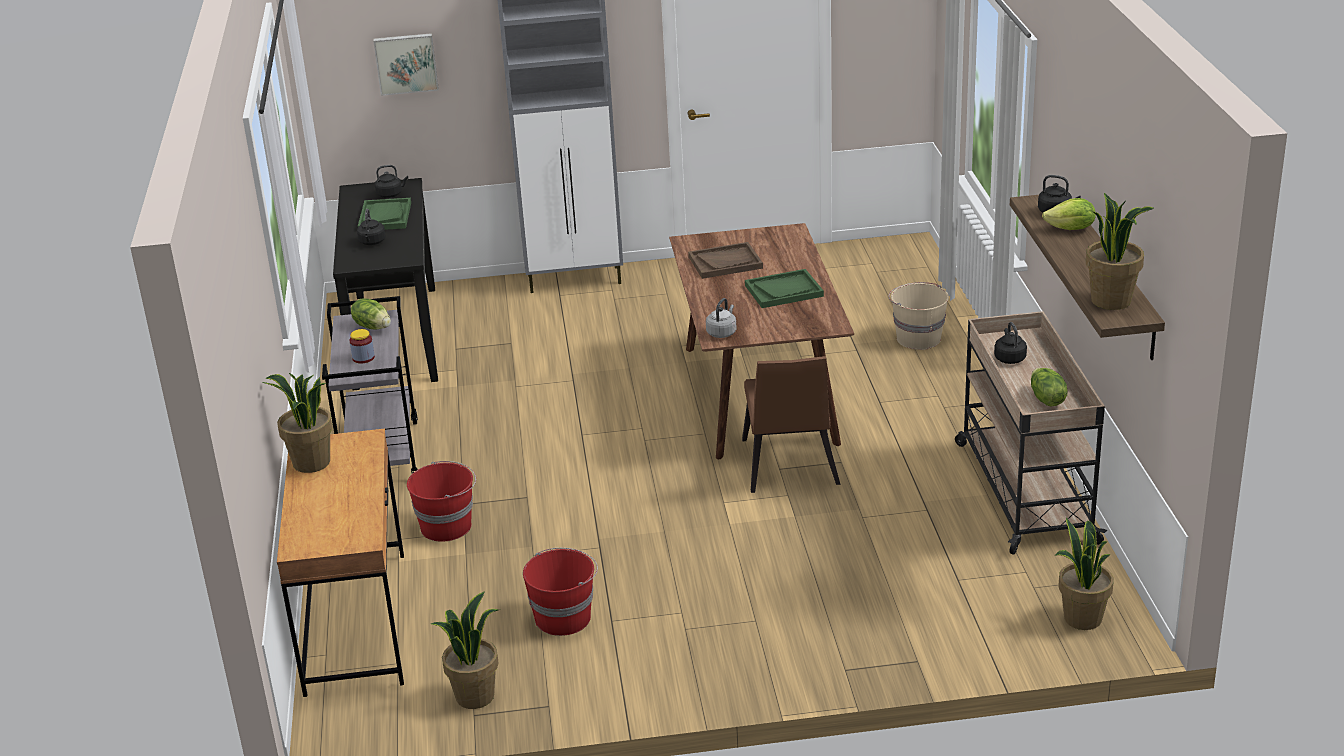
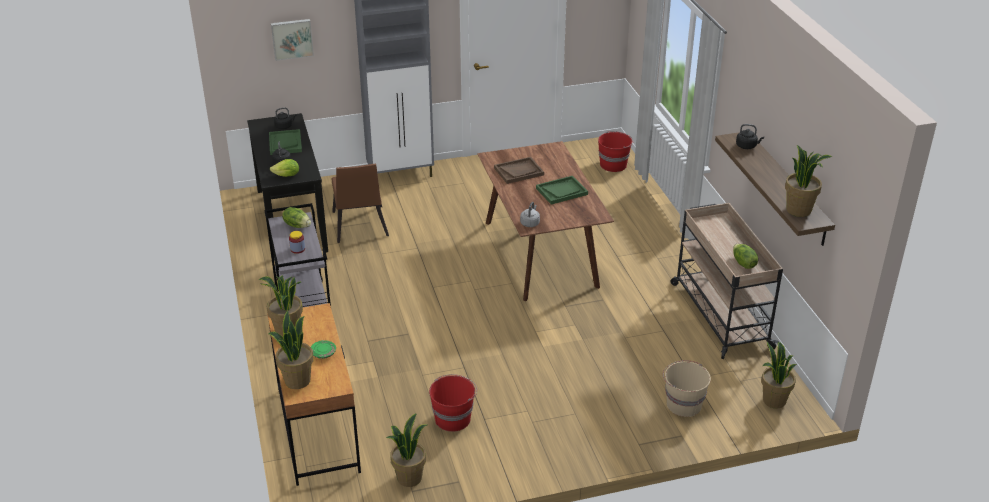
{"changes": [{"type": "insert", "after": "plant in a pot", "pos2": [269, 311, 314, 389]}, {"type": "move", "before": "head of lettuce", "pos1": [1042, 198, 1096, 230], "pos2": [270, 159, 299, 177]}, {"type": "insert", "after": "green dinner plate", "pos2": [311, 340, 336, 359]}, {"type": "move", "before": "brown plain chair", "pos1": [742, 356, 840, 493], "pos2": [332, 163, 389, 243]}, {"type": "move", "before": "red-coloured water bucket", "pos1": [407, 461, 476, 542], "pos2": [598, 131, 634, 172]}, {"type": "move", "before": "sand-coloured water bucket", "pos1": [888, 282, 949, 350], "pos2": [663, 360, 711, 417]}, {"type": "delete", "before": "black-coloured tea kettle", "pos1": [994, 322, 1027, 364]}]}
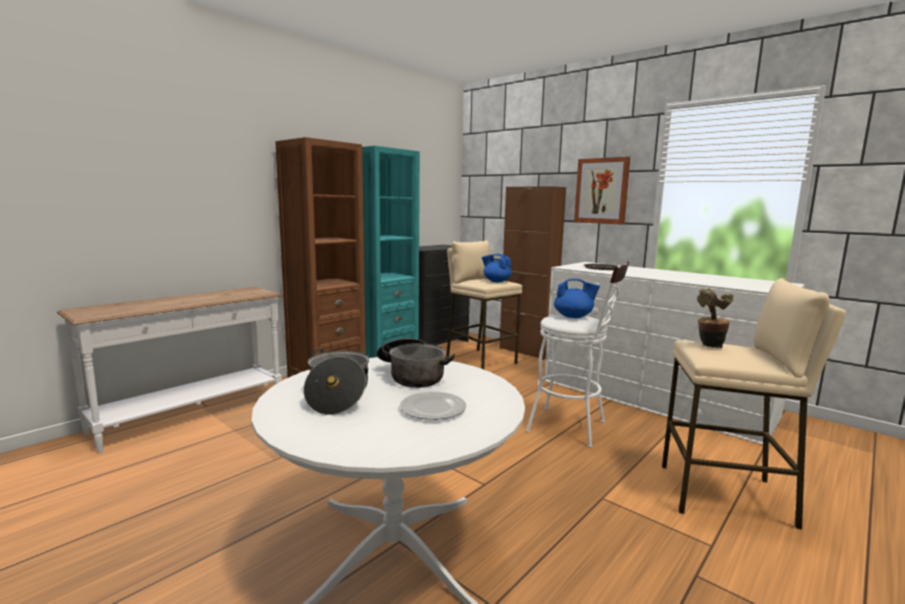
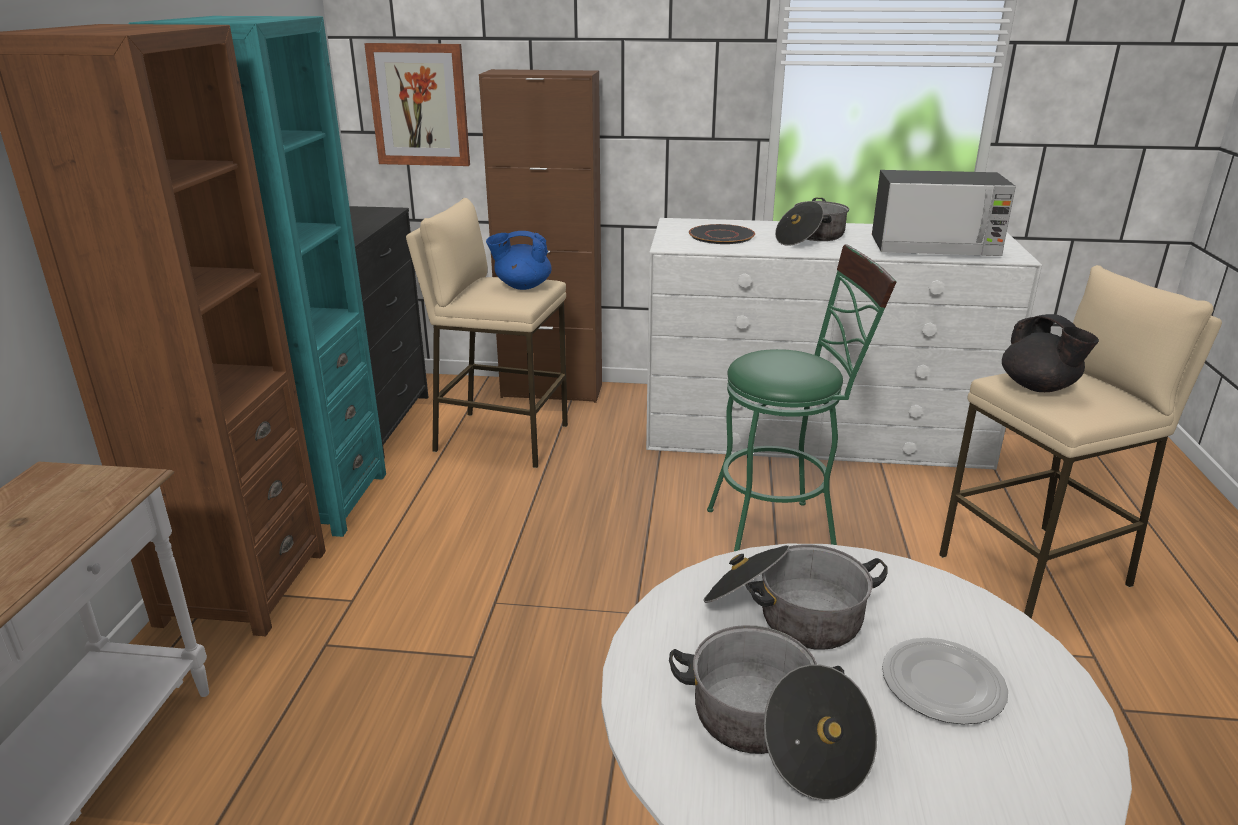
{"changes": [{"type": "move", "before": "wall picture", "pos1": [574, 157, 630, 225], "pos2": [364, 43, 470, 166]}, {"type": "recolor", "before": "white stool", "after": "green stool", "pos1": [526, 260, 630, 448], "pos2": [707, 244, 897, 551]}, {"type": "insert", "after": "stockpot", "pos2": [775, 198, 849, 246]}, {"type": "insert", "after": "microwave", "pos2": [872, 170, 1016, 256]}, {"type": "replace", "before": "plant in a pot", "after": "black-coloured teapot", "pos1": [697, 288, 733, 348], "pos2": [1002, 314, 1099, 392]}, {"type": "delete", "before": "bluish teapot", "pos1": [554, 278, 600, 318]}]}
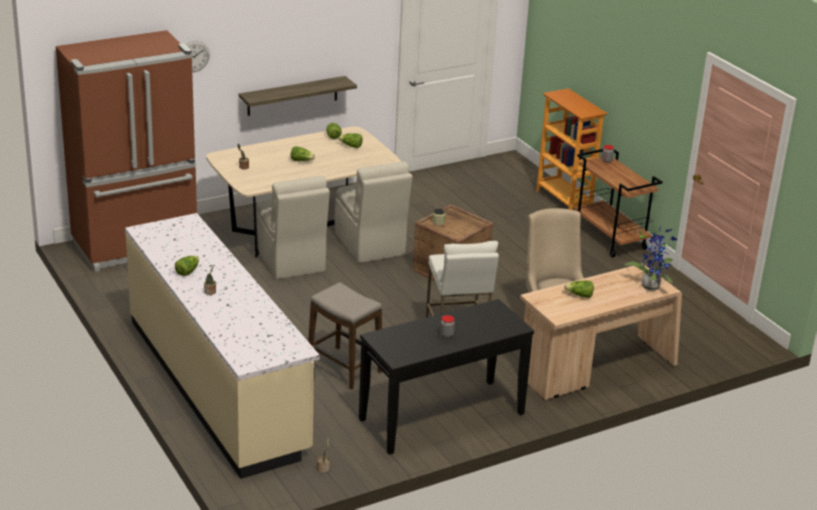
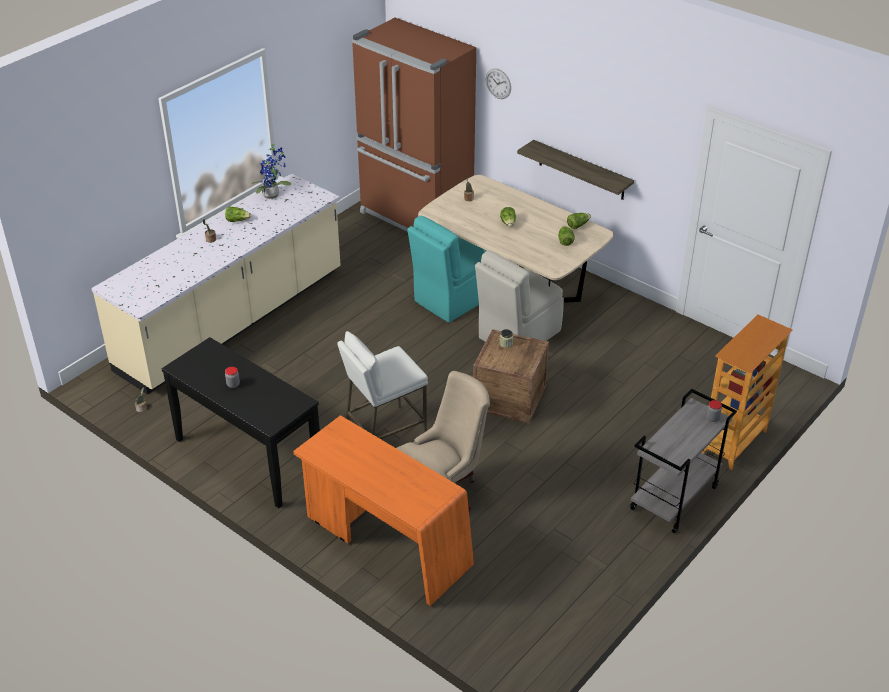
{"changes": [{"type": "move", "before": "plant in a pot", "pos1": [625, 226, 677, 291], "pos2": [251, 143, 291, 199]}, {"type": "recolor", "before": "sand-coloured desk unit", "after": "orange-coloured desk unit", "pos1": [520, 263, 682, 400], "pos2": [293, 415, 474, 606]}, {"type": "recolor", "before": "sand-coloured plain chair", "after": "blue-green plain chair", "pos1": [256, 176, 330, 279], "pos2": [408, 216, 487, 323]}, {"type": "recolor", "before": "brown trolley", "after": "grey trolley", "pos1": [574, 149, 663, 258], "pos2": [630, 389, 737, 533]}, {"type": "delete", "before": "stool", "pos1": [308, 282, 382, 390]}, {"type": "delete", "before": "head of lettuce", "pos1": [564, 280, 594, 298]}]}
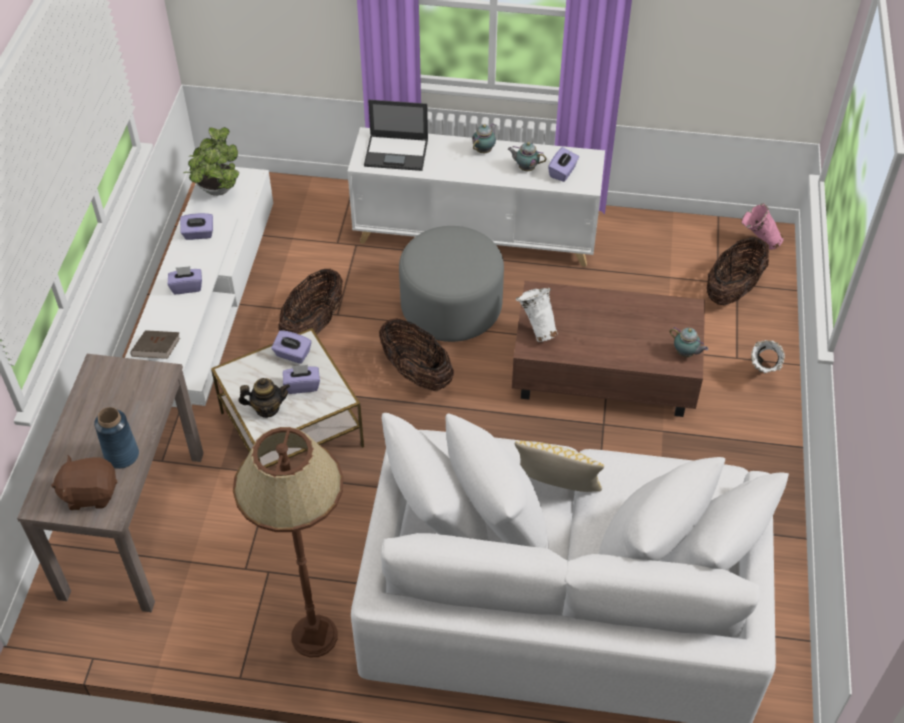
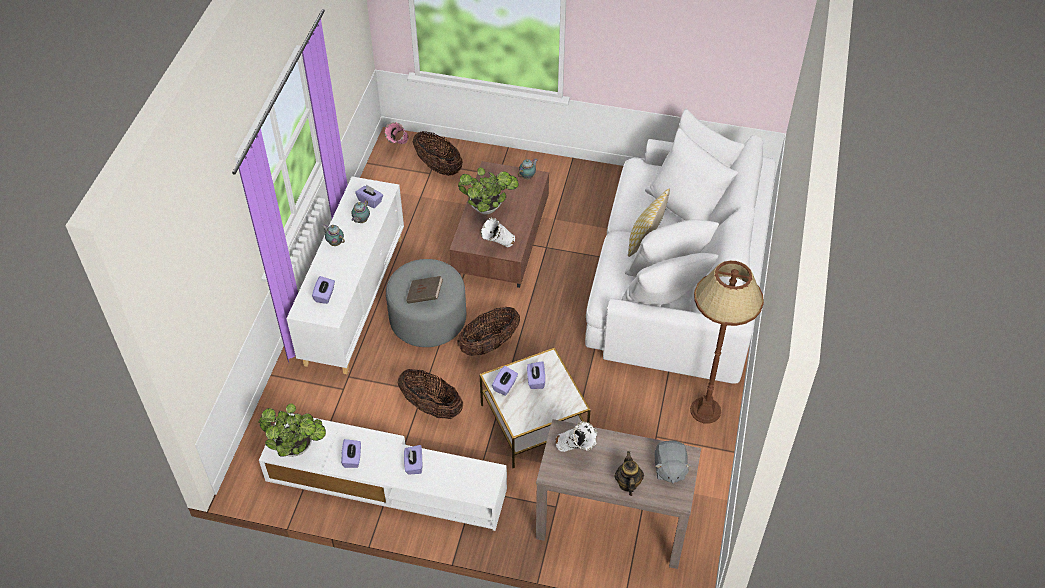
{"changes": [{"type": "replace", "before": "portable computer", "after": "purple-coloured tissue holder", "pos1": [364, 100, 428, 171], "pos2": [312, 276, 335, 304]}, {"type": "move", "before": "brown bound book", "pos1": [131, 330, 180, 359], "pos2": [406, 276, 443, 304]}, {"type": "insert", "after": "plant in a pot", "pos2": [458, 167, 519, 215]}, {"type": "move", "before": "white vase", "pos1": [751, 340, 785, 373], "pos2": [555, 422, 597, 452]}, {"type": "move", "before": "teapot", "pos1": [239, 378, 290, 418], "pos2": [615, 451, 644, 496]}, {"type": "recolor", "before": "brown soft toy", "after": "grey soft toy", "pos1": [51, 455, 118, 510], "pos2": [655, 440, 691, 483]}, {"type": "delete", "before": "bluish vase", "pos1": [94, 407, 139, 469]}]}
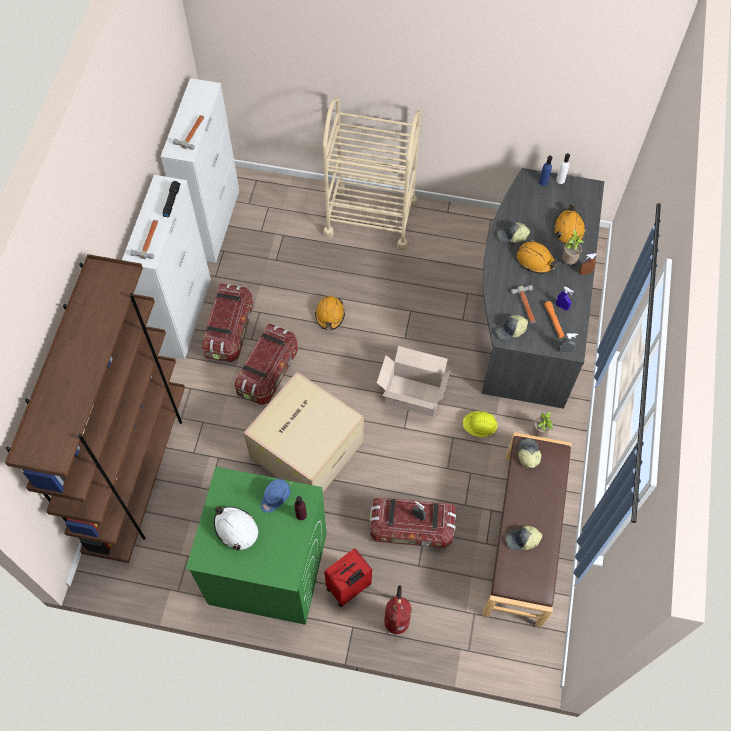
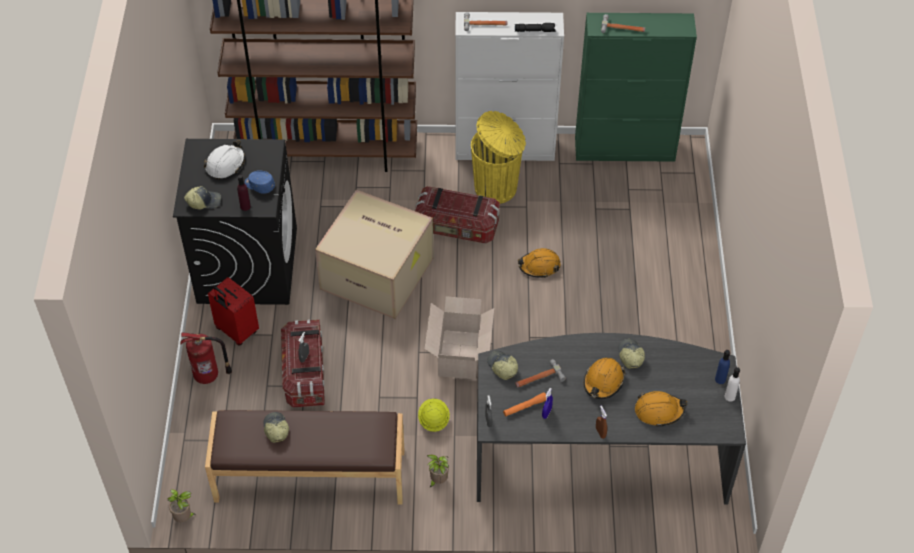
{"changes": [{"type": "move", "before": "plant in a pot", "pos1": [562, 229, 584, 265], "pos2": [167, 489, 196, 522]}, {"type": "recolor", "before": "green laundry machine", "after": "black-coloured laundry machine", "pos1": [186, 467, 326, 625], "pos2": [173, 139, 297, 305]}, {"type": "move", "before": "baseball cap", "pos1": [518, 438, 541, 468], "pos2": [184, 186, 221, 210]}, {"type": "replace", "before": "storage box", "after": "yellow rubbish bin", "pos1": [202, 284, 253, 362], "pos2": [471, 111, 526, 204]}, {"type": "recolor", "before": "white storage cabinet", "after": "green storage cabinet", "pos1": [160, 78, 239, 263], "pos2": [575, 13, 697, 162]}, {"type": "delete", "before": "sand-coloured trolley", "pos1": [323, 97, 421, 251]}]}
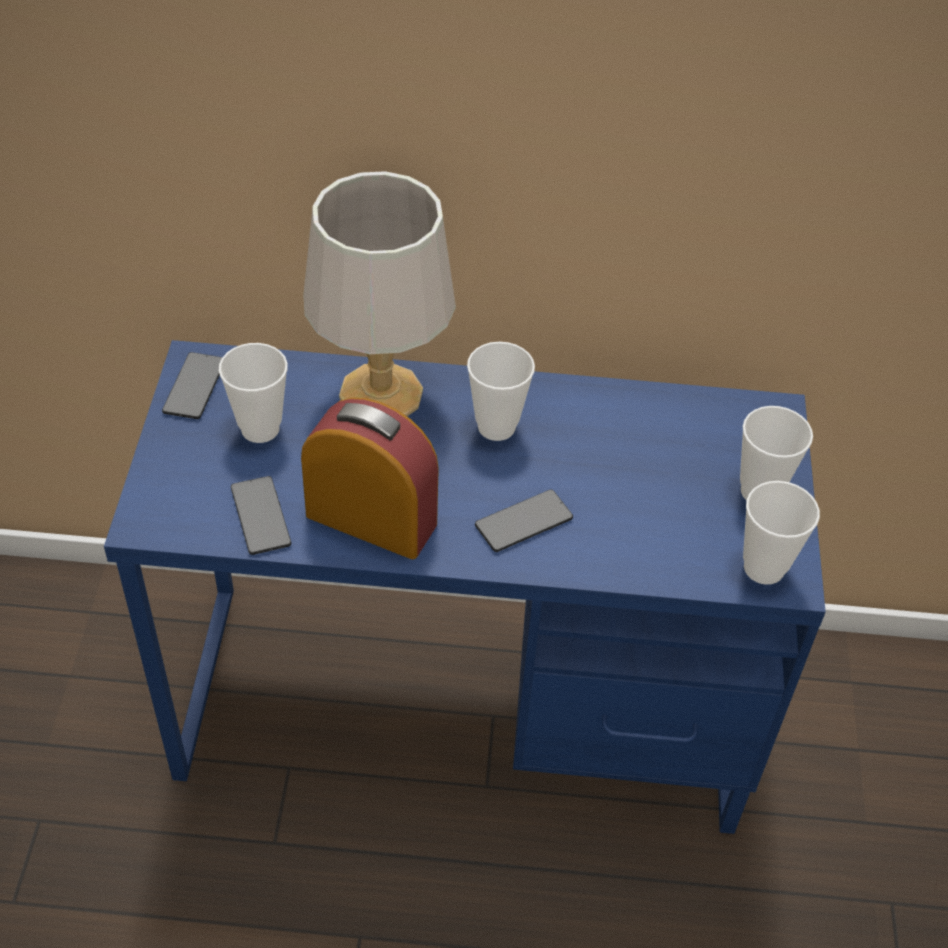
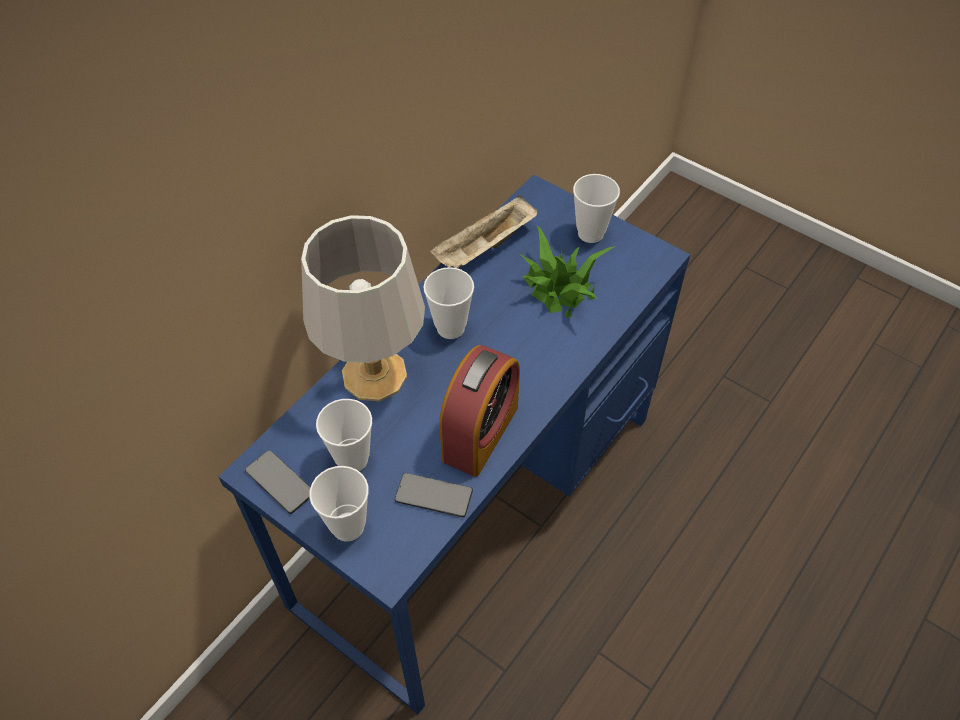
{"changes": [{"type": "move", "before": "drinking cup", "pos1": [743, 481, 820, 585], "pos2": [309, 466, 369, 542]}, {"type": "insert", "after": "sand-coloured serving tray", "pos2": [430, 195, 538, 269]}, {"type": "rotate", "before": "table clock", "pos1": [301, 398, 439, 559], "pos2": [439, 345, 520, 477], "turn": 150}, {"type": "insert", "after": "plant in a pot", "pos2": [521, 225, 616, 318]}, {"type": "delete", "before": "telephone", "pos1": [475, 489, 573, 552]}]}
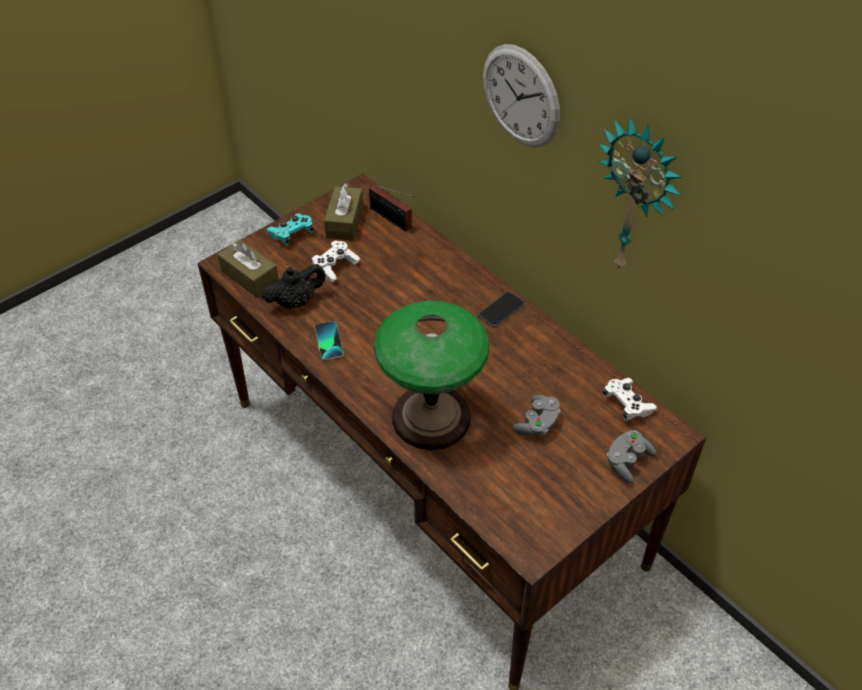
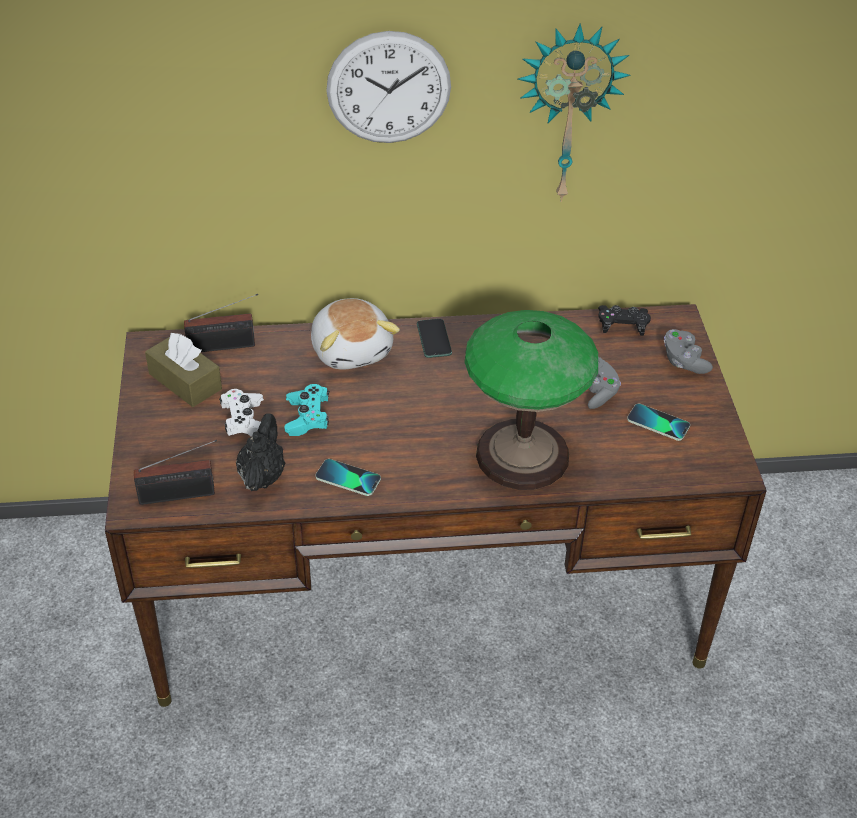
{"changes": [{"type": "replace", "before": "brown tissue holder", "after": "radio set", "pos1": [217, 239, 279, 298], "pos2": [134, 440, 217, 505]}, {"type": "move", "before": "blue-green game controller", "pos1": [267, 213, 314, 246], "pos2": [284, 384, 329, 436]}, {"type": "insert", "after": "soft toy", "pos2": [311, 298, 400, 370]}, {"type": "recolor", "before": "white game controller", "after": "black-coloured game controller", "pos1": [603, 378, 657, 421], "pos2": [598, 305, 651, 336]}, {"type": "insert", "after": "telephone", "pos2": [627, 404, 690, 441]}]}
